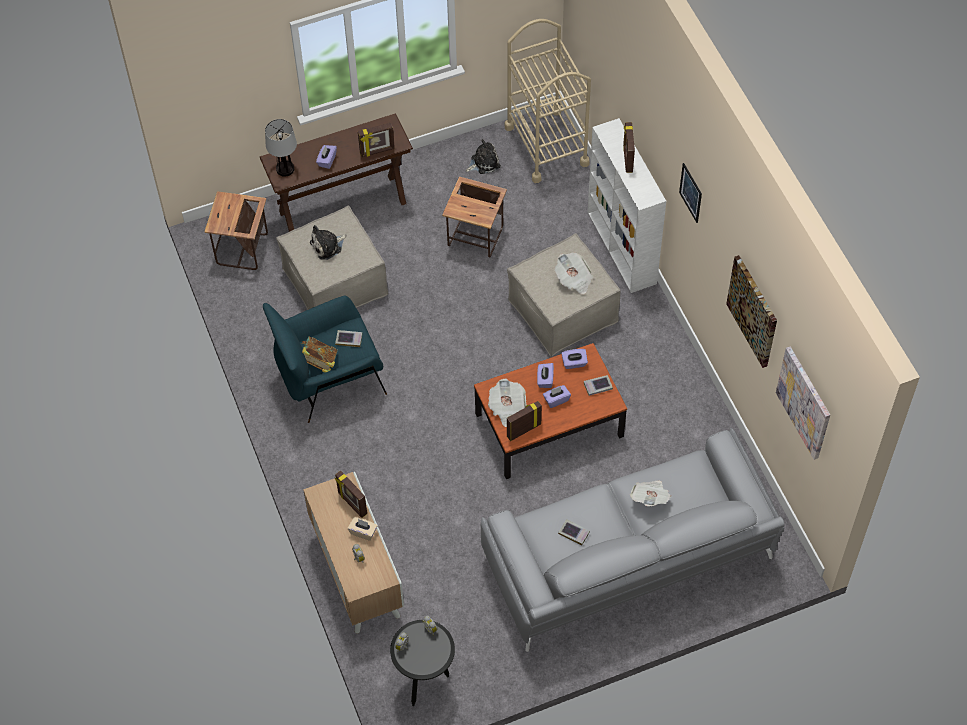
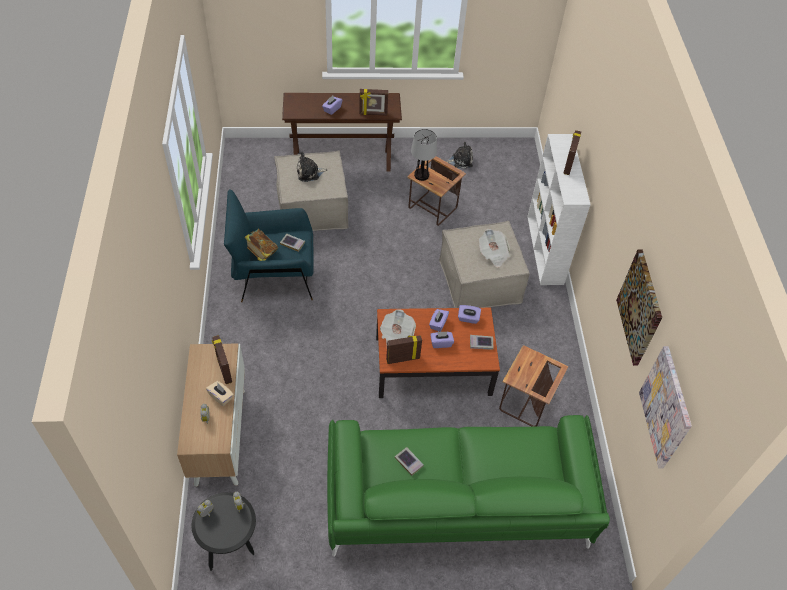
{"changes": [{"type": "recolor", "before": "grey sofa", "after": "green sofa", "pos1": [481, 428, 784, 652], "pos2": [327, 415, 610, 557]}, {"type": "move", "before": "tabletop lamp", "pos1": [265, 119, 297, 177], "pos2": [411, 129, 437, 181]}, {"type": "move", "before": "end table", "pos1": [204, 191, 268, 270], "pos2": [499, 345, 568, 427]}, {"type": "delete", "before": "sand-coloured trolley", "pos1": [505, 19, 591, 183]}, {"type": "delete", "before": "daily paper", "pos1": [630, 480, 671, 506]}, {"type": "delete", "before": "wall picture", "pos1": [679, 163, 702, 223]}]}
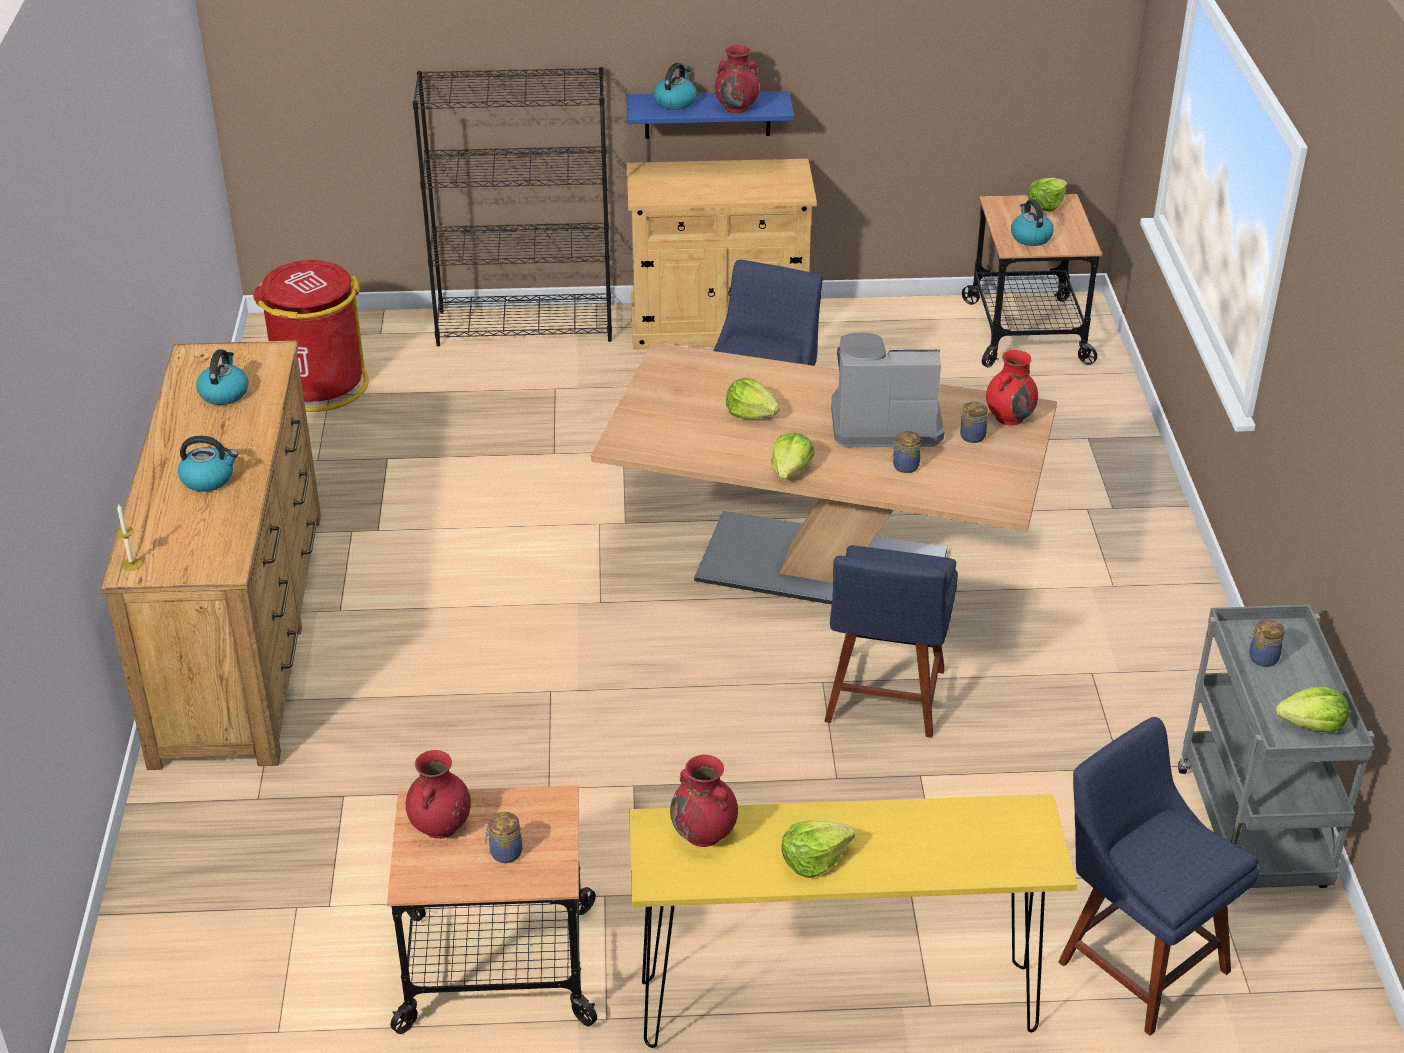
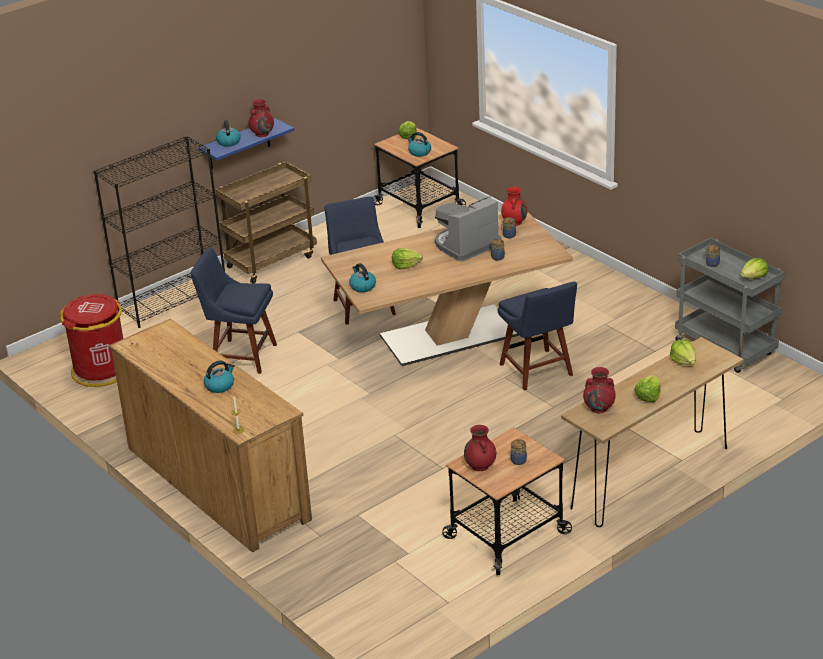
{"changes": [{"type": "move", "before": "bluish plain chair", "pos1": [1058, 717, 1259, 1036], "pos2": [190, 247, 277, 374]}, {"type": "replace", "before": "sand-coloured storage cabinet", "after": "brown trolley", "pos1": [626, 159, 817, 350], "pos2": [215, 162, 317, 283]}, {"type": "move", "before": "tea kettle", "pos1": [196, 349, 248, 405], "pos2": [349, 263, 376, 292]}, {"type": "recolor", "before": "yellow console table", "after": "brown console table", "pos1": [629, 794, 1077, 1048], "pos2": [561, 337, 744, 527]}, {"type": "move", "before": "head of lettuce", "pos1": [771, 432, 815, 479], "pos2": [670, 340, 696, 365]}]}
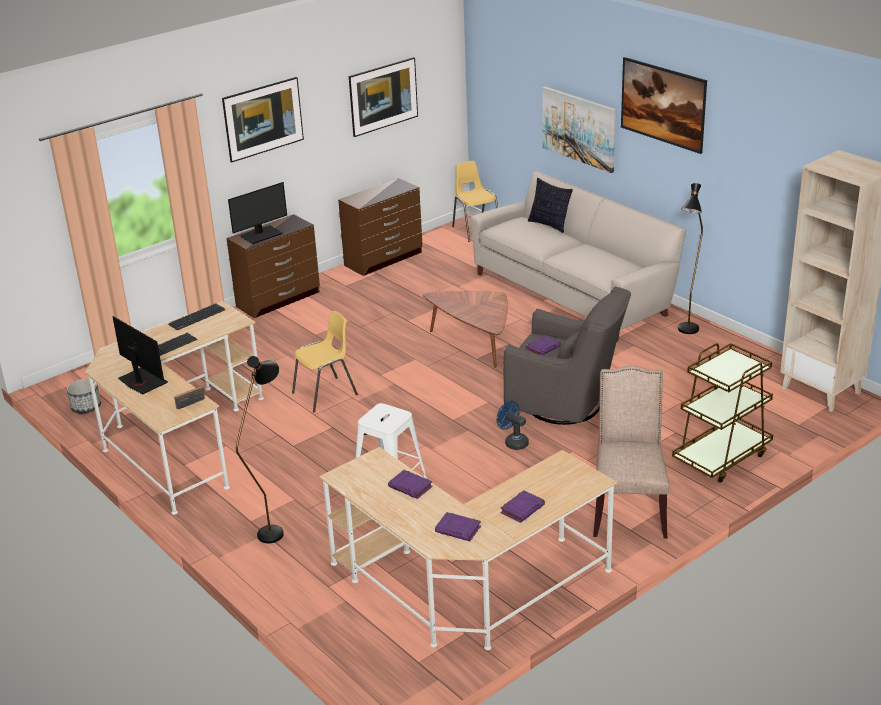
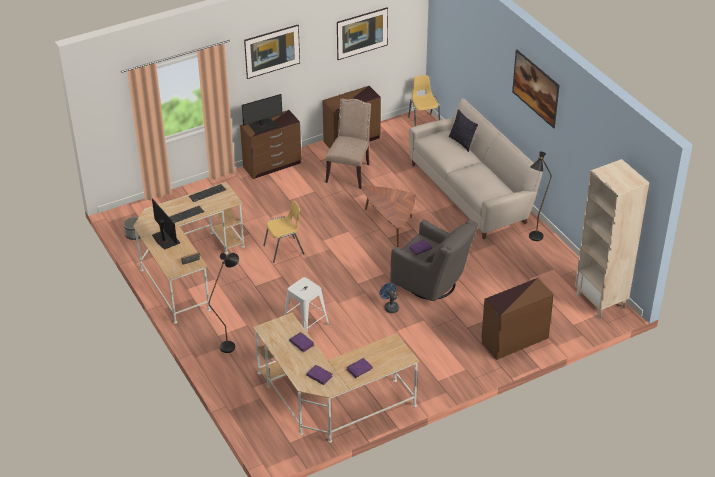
{"changes": [{"type": "move", "before": "sand-coloured plain chair", "pos1": [593, 366, 669, 539], "pos2": [325, 99, 371, 189]}, {"type": "replace", "before": "brown trolley", "after": "brown chest of drawers", "pos1": [672, 343, 773, 483], "pos2": [481, 278, 554, 360]}, {"type": "delete", "before": "wall picture", "pos1": [542, 87, 616, 173]}]}
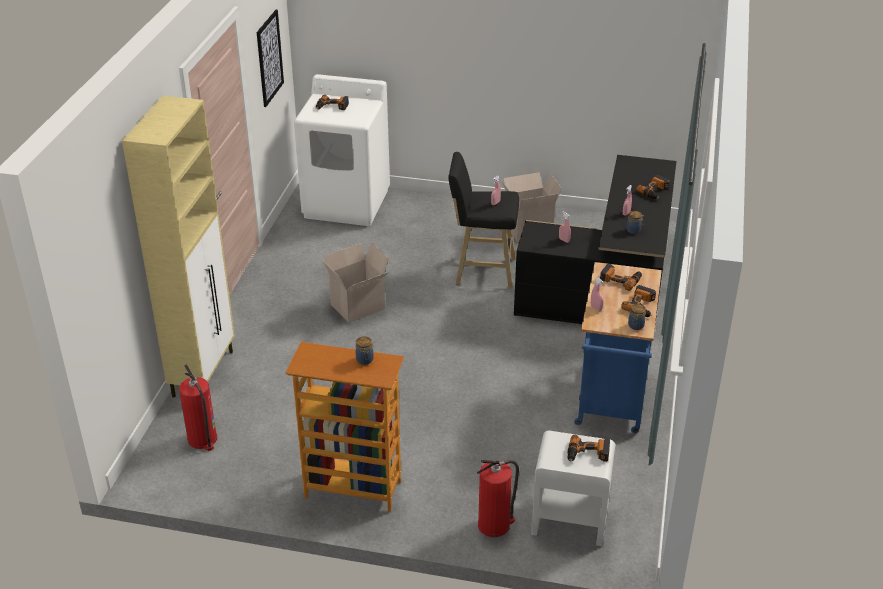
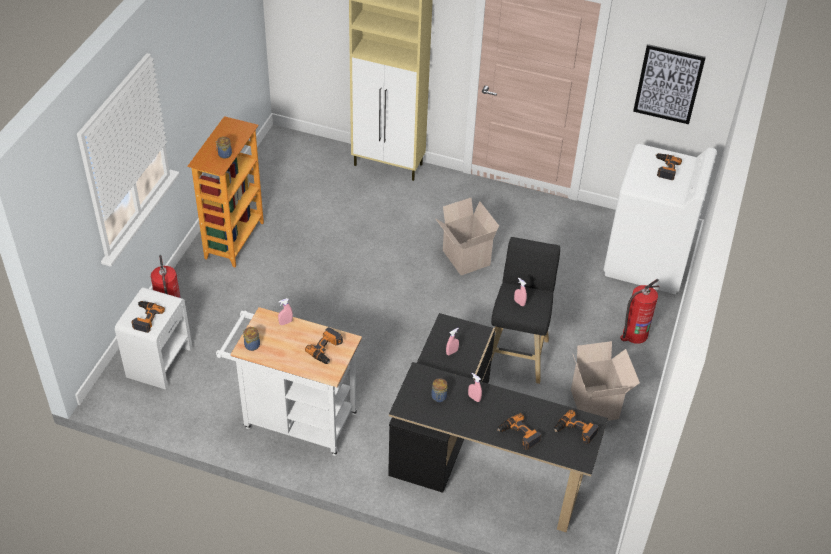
{"changes": [{"type": "recolor", "before": "bluish trolley", "after": "white trolley", "pos1": [574, 262, 662, 434], "pos2": [216, 307, 362, 456]}, {"type": "move", "before": "power drill", "pos1": [621, 285, 656, 317], "pos2": [554, 410, 599, 444]}, {"type": "move", "before": "fire extinguisher", "pos1": [179, 364, 217, 451], "pos2": [620, 279, 659, 344]}]}
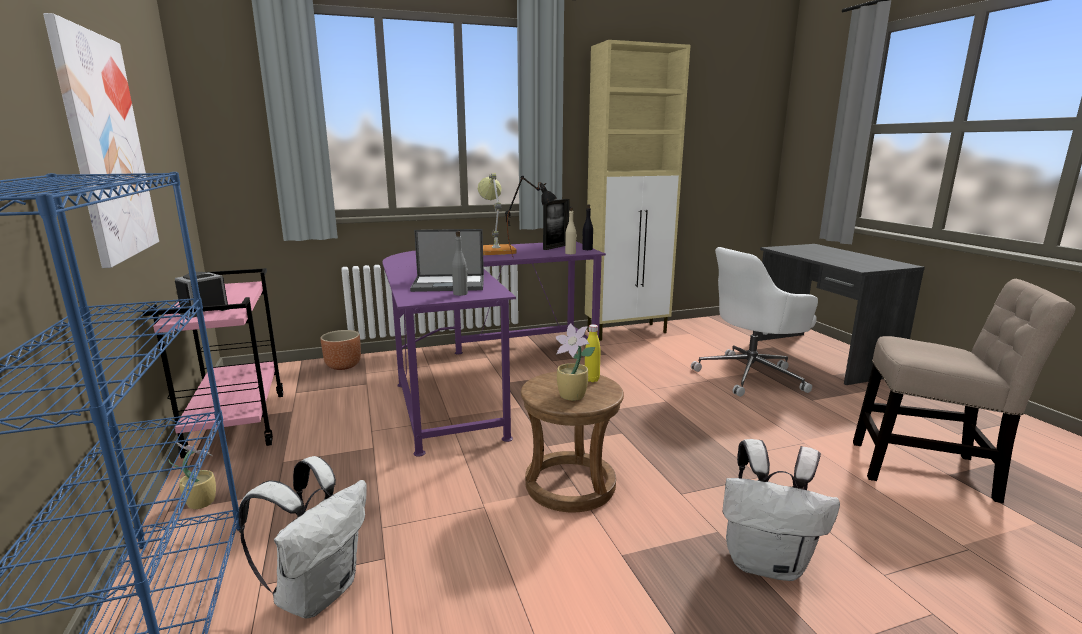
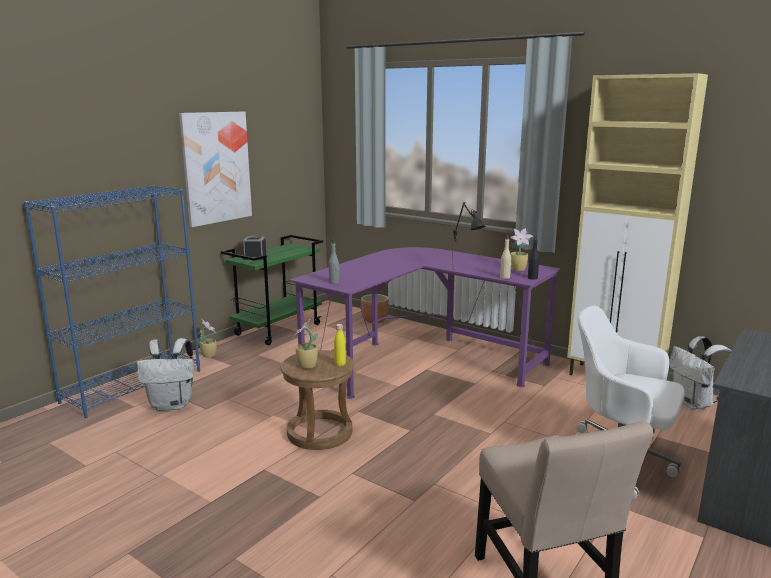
{"changes": [{"type": "recolor", "before": "pink trolley", "after": "green trolley", "pos1": [143, 268, 283, 458], "pos2": [221, 235, 323, 345]}, {"type": "replace", "before": "picture frame", "after": "plant in a pot", "pos1": [543, 199, 570, 250], "pos2": [509, 228, 533, 271]}, {"type": "move", "before": "white knapsack", "pos1": [723, 439, 840, 581], "pos2": [669, 336, 732, 410]}, {"type": "delete", "before": "portable computer", "pos1": [410, 229, 484, 292]}, {"type": "delete", "before": "tabletop lamp", "pos1": [478, 174, 517, 255]}]}
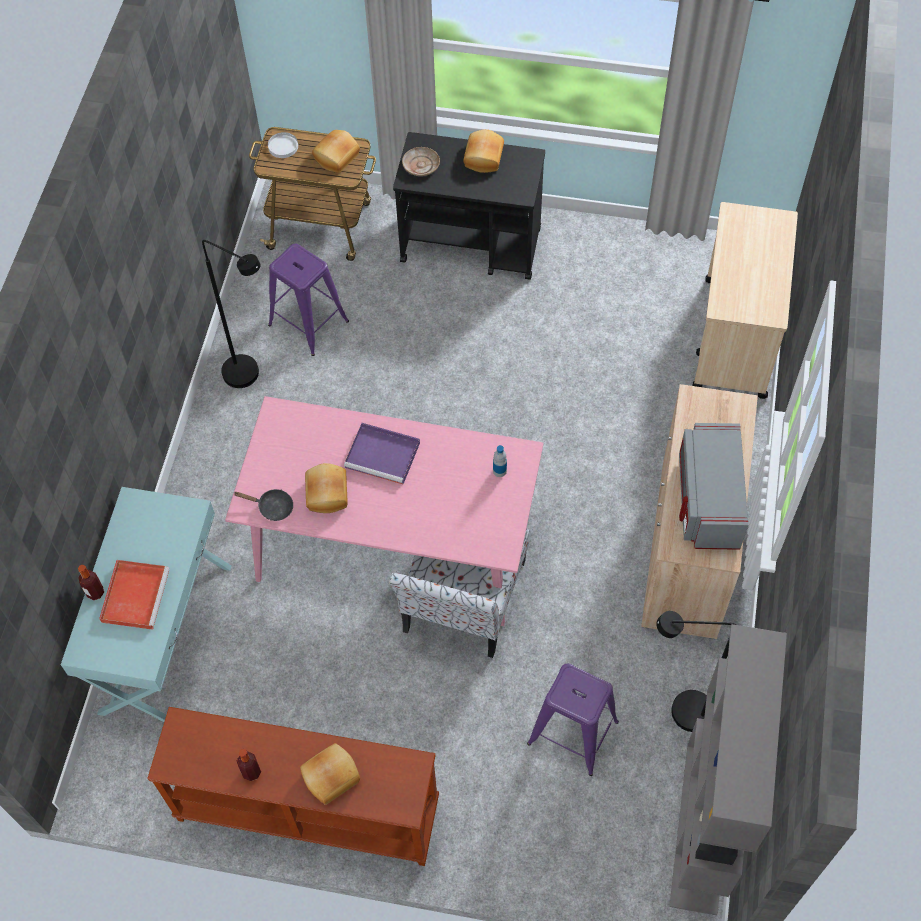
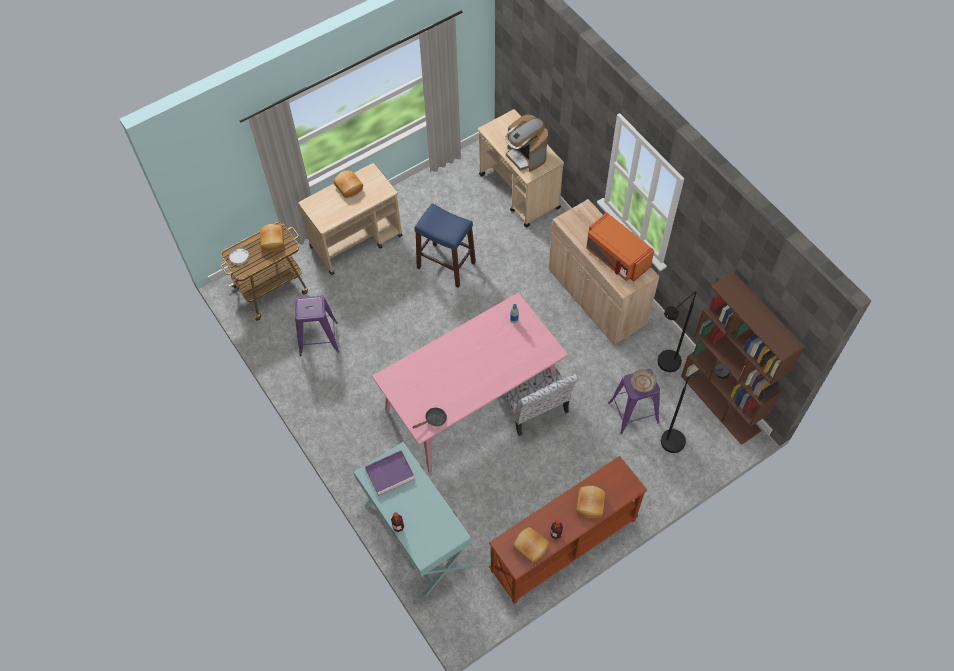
{"changes": [{"type": "recolor", "before": "black-coloured trolley", "after": "sand-coloured trolley", "pos1": [393, 132, 545, 280], "pos2": [298, 163, 403, 275]}, {"type": "move", "before": "purple-coloured serving tray", "pos1": [344, 423, 420, 484], "pos2": [365, 450, 415, 496]}, {"type": "insert", "after": "bluish stool", "pos2": [414, 203, 476, 288]}, {"type": "insert", "after": "coffee brewer", "pos2": [506, 114, 548, 172]}, {"type": "move", "before": "bread", "pos1": [305, 463, 348, 513], "pos2": [513, 527, 549, 563]}, {"type": "recolor", "before": "grey microwave", "after": "orange-coloured microwave", "pos1": [679, 423, 748, 550], "pos2": [586, 212, 654, 281]}, {"type": "move", "before": "sand-coloured dinner plate", "pos1": [402, 147, 440, 176], "pos2": [631, 369, 656, 392]}, {"type": "move", "before": "black-coloured standard lamp", "pos1": [202, 240, 260, 388], "pos2": [661, 363, 730, 453]}, {"type": "recolor", "before": "grey bookcase", "after": "brown bookcase", "pos1": [669, 624, 787, 915], "pos2": [681, 272, 805, 445]}, {"type": "delete", "before": "red-coloured serving tray", "pos1": [99, 560, 170, 630]}]}
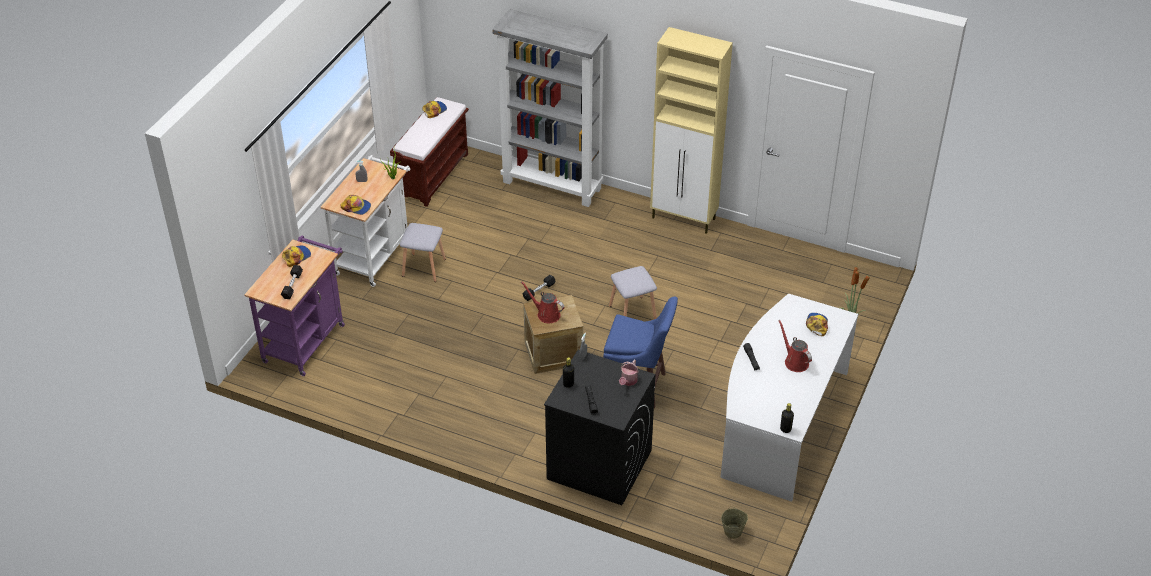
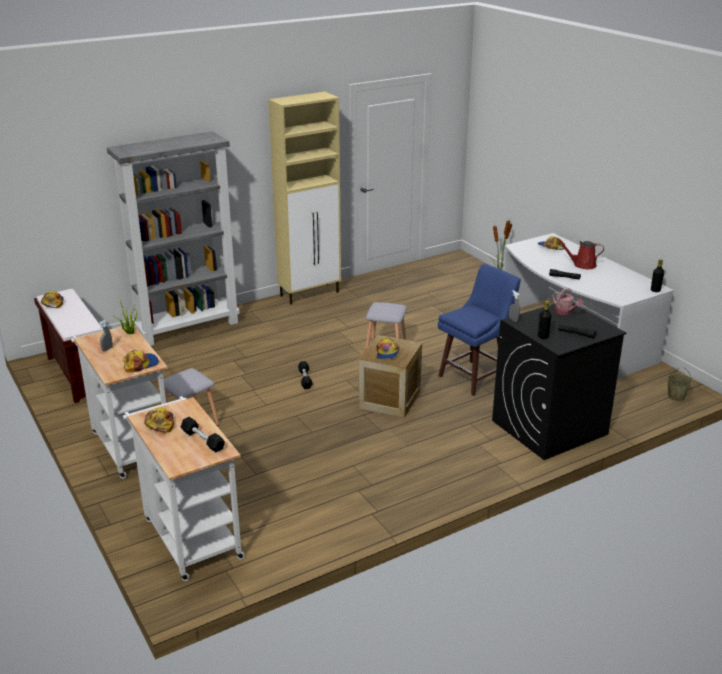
{"changes": [{"type": "recolor", "before": "purple-coloured trolley", "after": "white trolley", "pos1": [244, 236, 345, 376], "pos2": [123, 396, 245, 581]}, {"type": "replace", "before": "red-coloured watering can", "after": "baseball cap", "pos1": [521, 281, 565, 323], "pos2": [376, 338, 399, 359]}]}
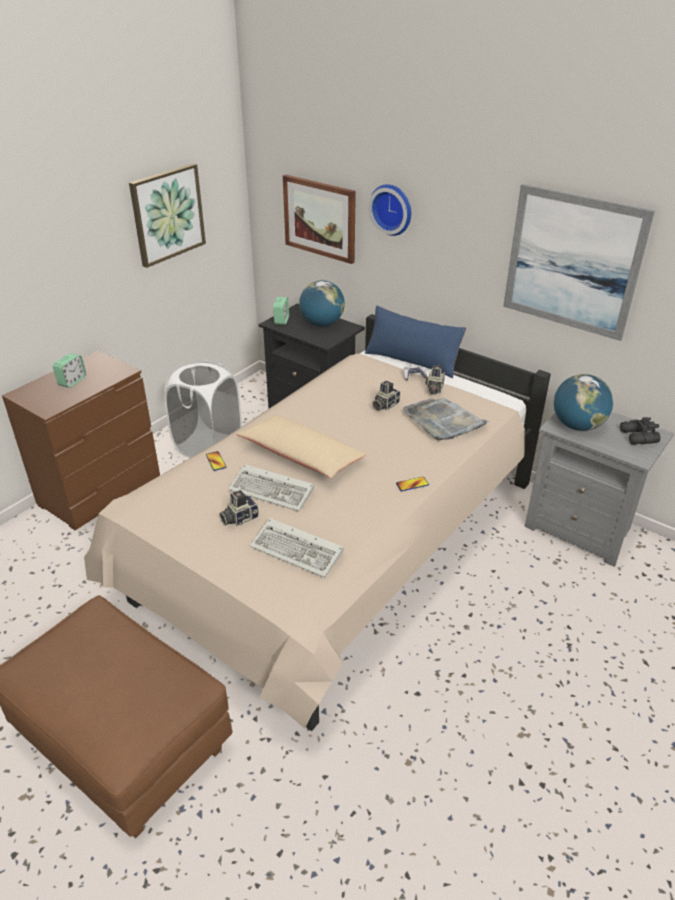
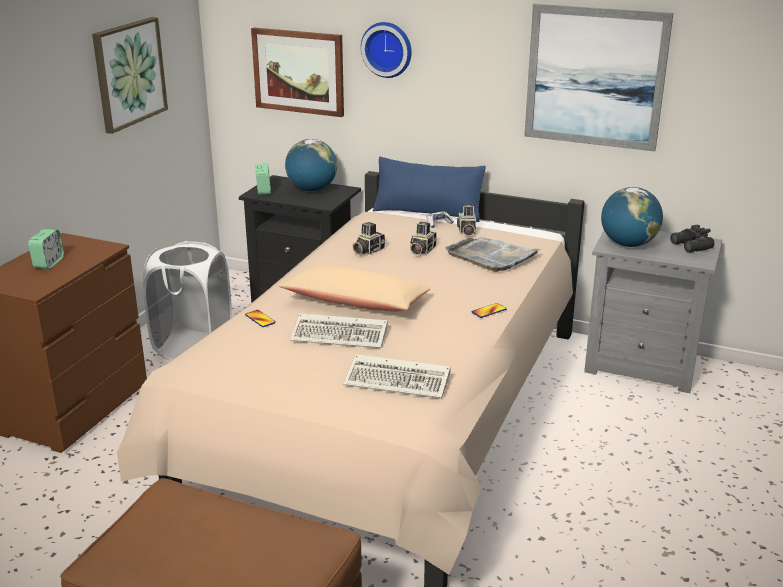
{"changes": [{"type": "move", "before": "still camera", "pos1": [219, 490, 259, 526], "pos2": [352, 222, 385, 255]}]}
